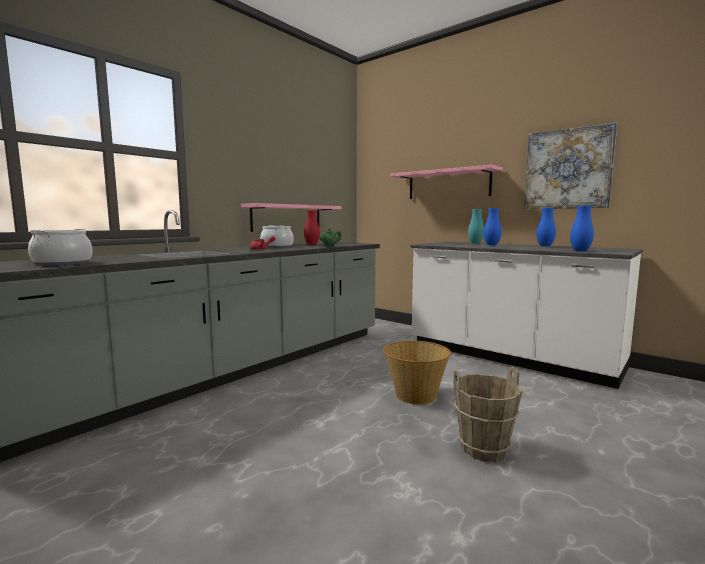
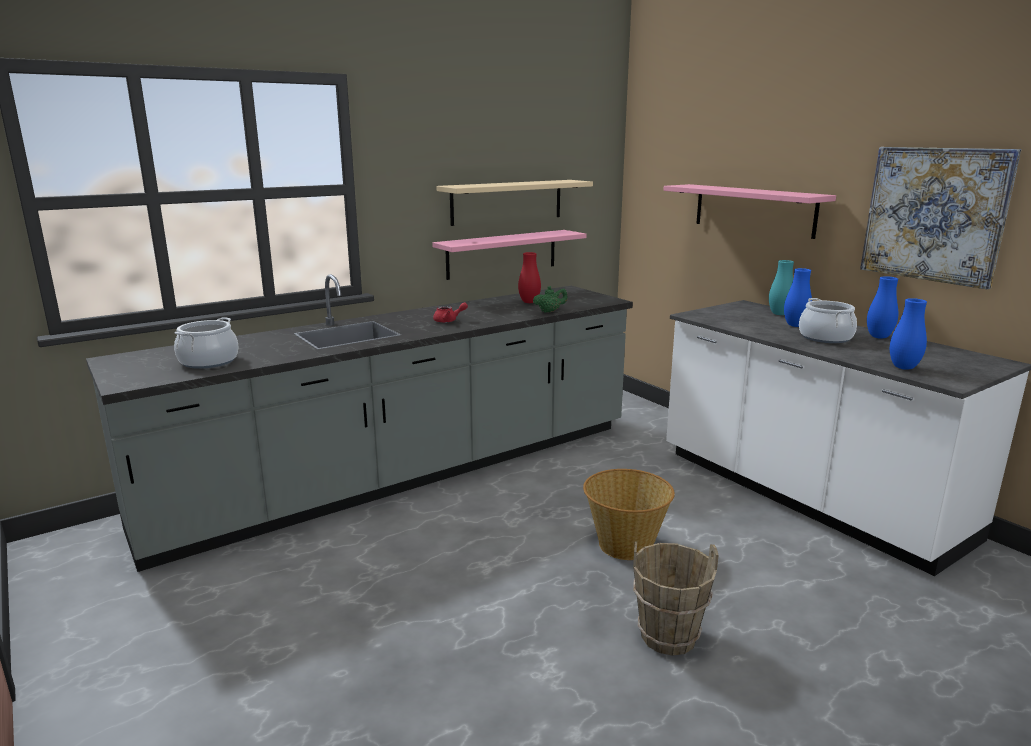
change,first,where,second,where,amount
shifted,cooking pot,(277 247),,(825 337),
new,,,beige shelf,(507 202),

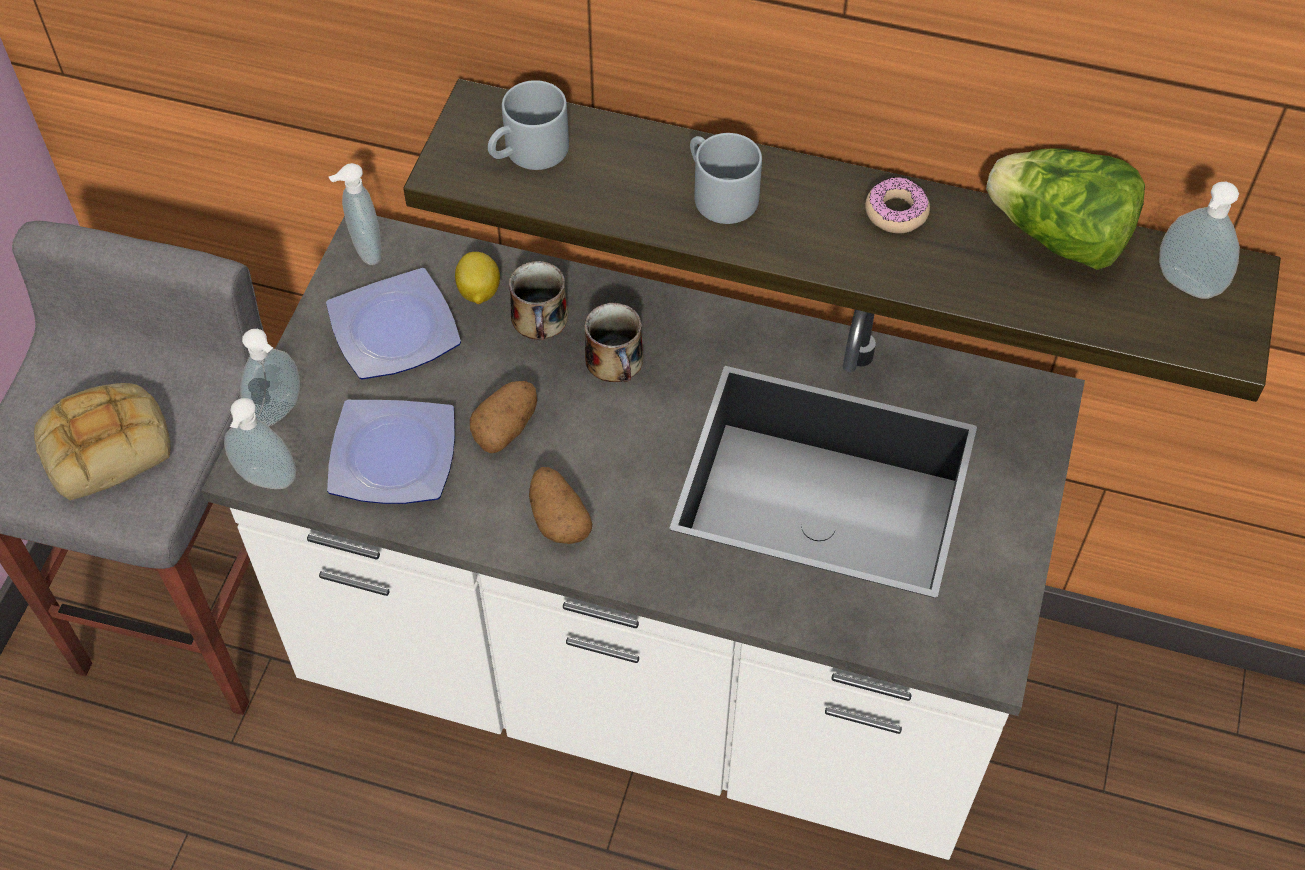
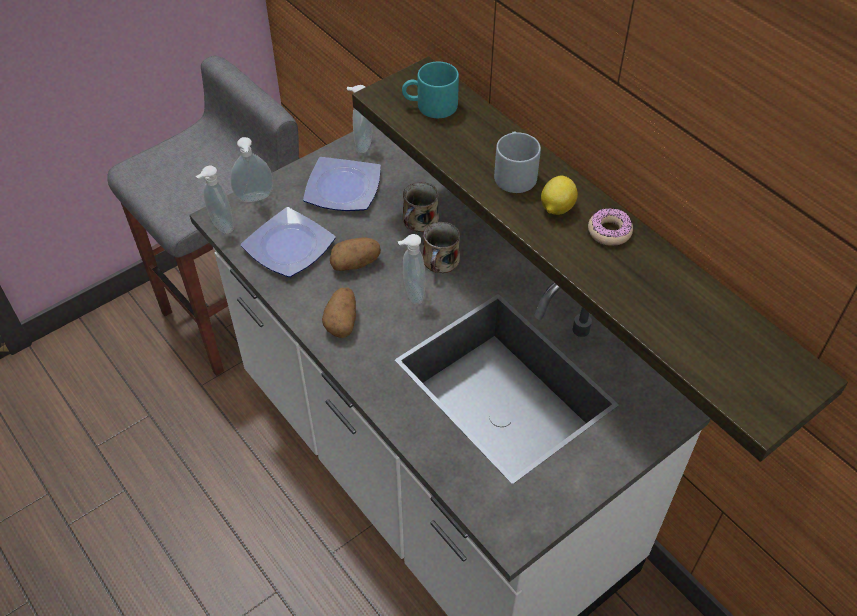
change,first,where,second,where,amount
repainted,grey mug,(528 153),turquoise mug,(430 106),
gone,lettuce,(1058 237),,,
shifted,soap dispenser,(1185 287),,(412 294),
shifted,lemon,(478 292),,(556 208),
gone,bread,(107 443),,,

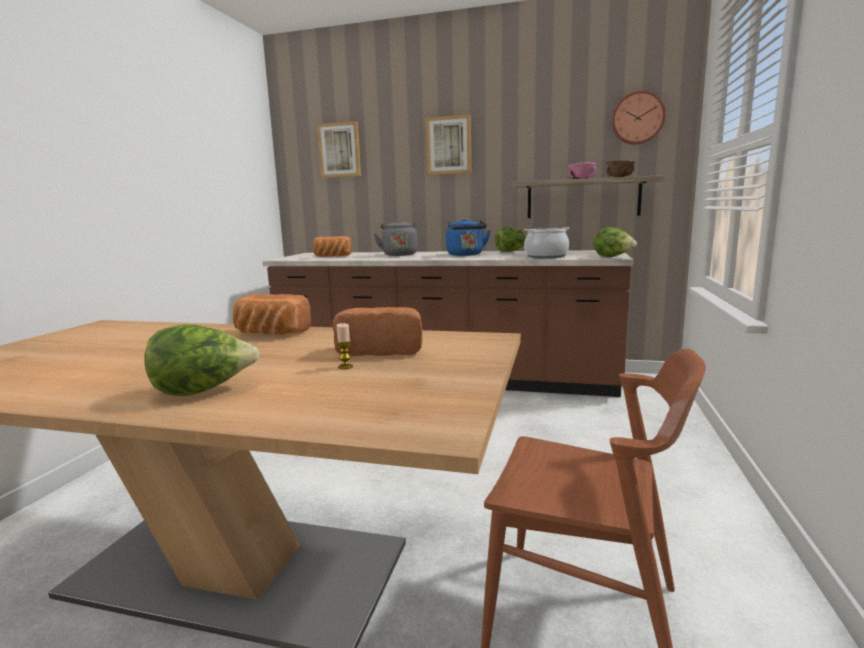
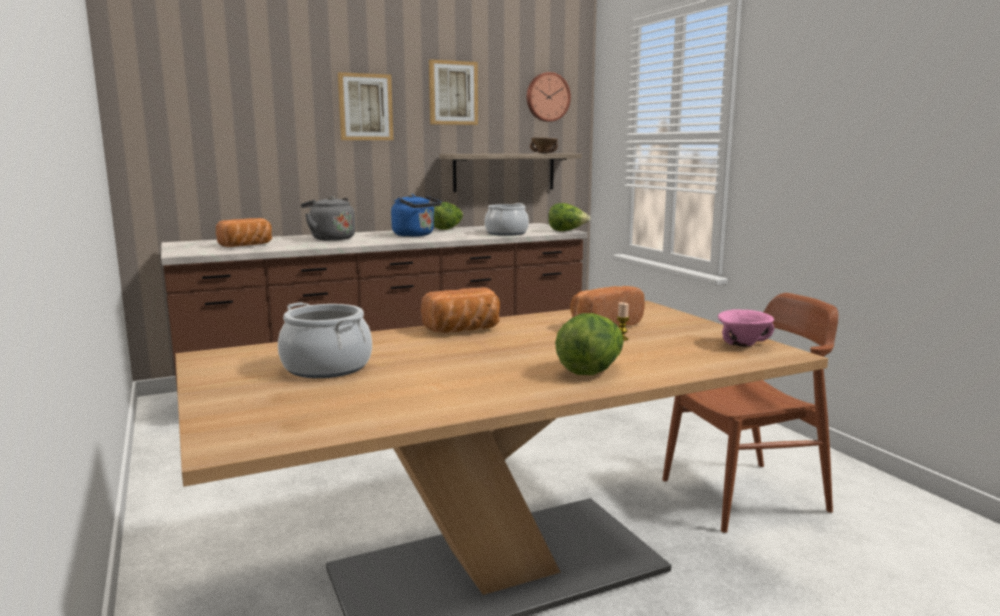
change,first,where,second,where,amount
shifted,picture,(339 150),,(453 93),
shifted,pink bowl,(582 179),,(744 344),
new,,,cooking pot,(326 367),

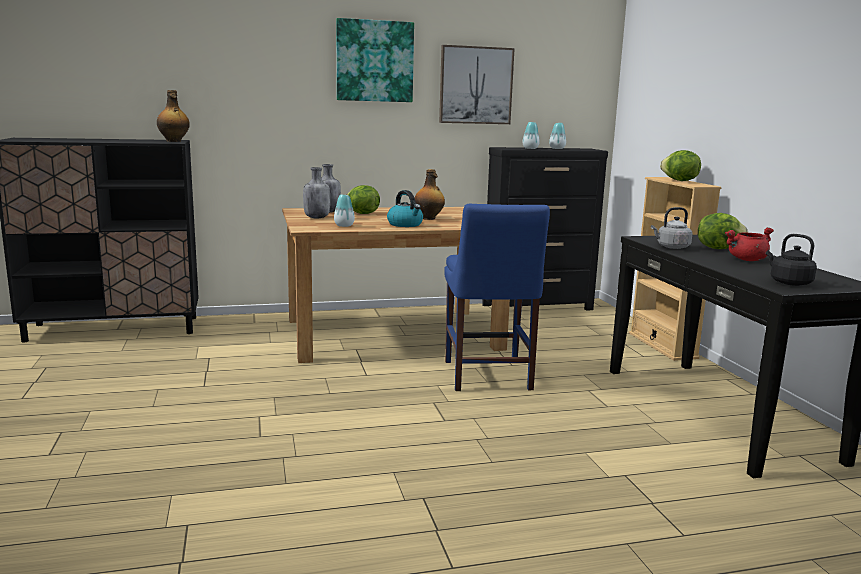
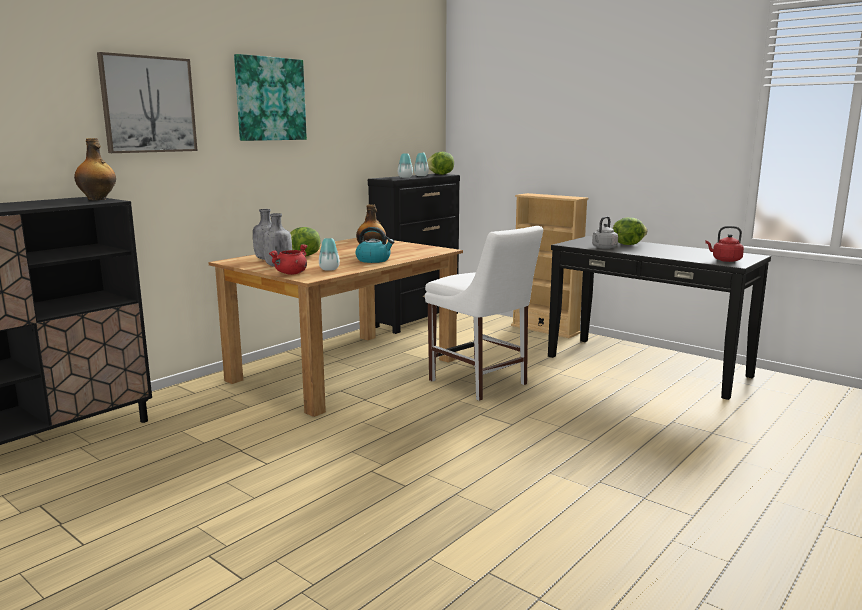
change,first,where,second,where,amount
shifted,picture,(475 85),,(148 104),
shifted,lettuce,(679 181),,(440 174),
repainted,blue chair,(487 377),white chair,(481 383),
shifted,red cooking pot,(747 260),,(291 273),
repainted,black kettle,(788 282),red kettle,(725 260),

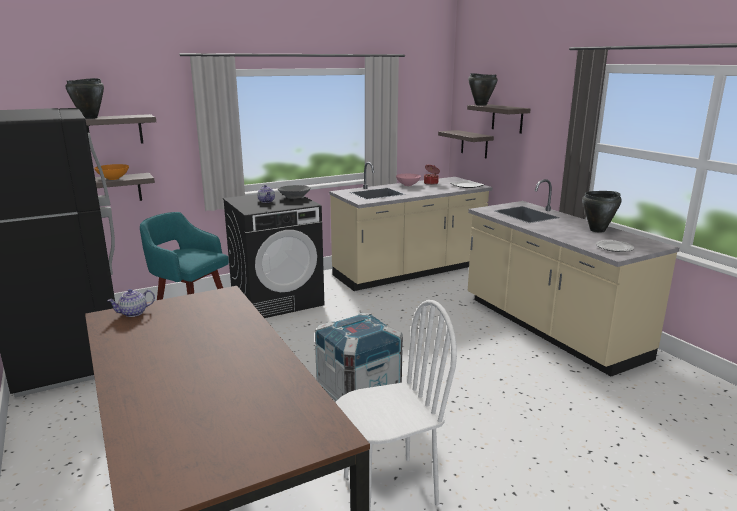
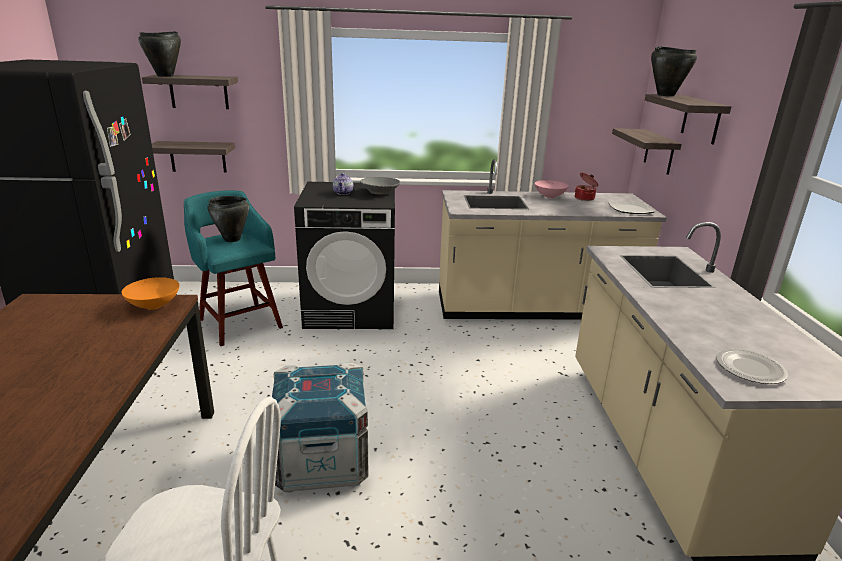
change,first,where,second,where,amount
shifted,orange bowl,(113 178),,(154 305),
shifted,black cooking pot,(597 230),,(232 239),
gone,teapot,(133 313),,,

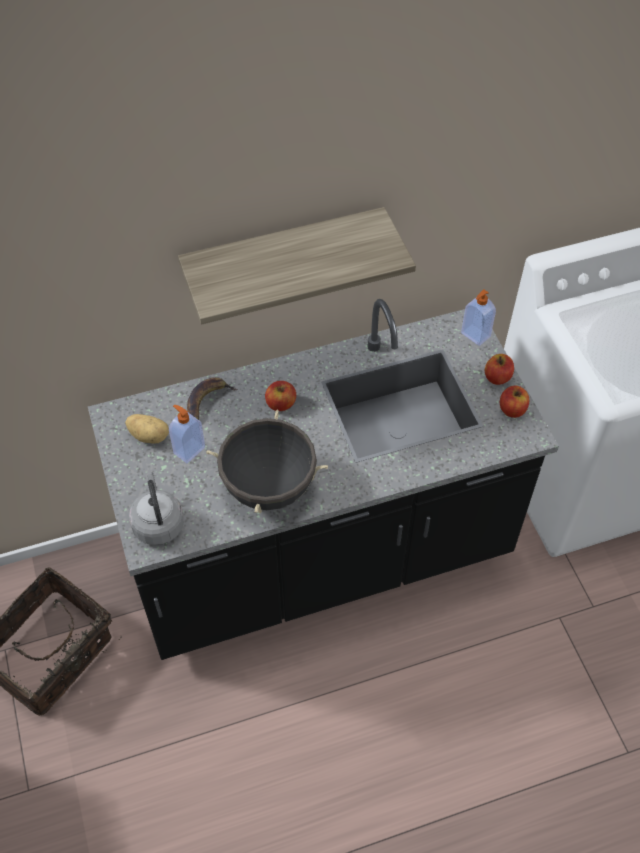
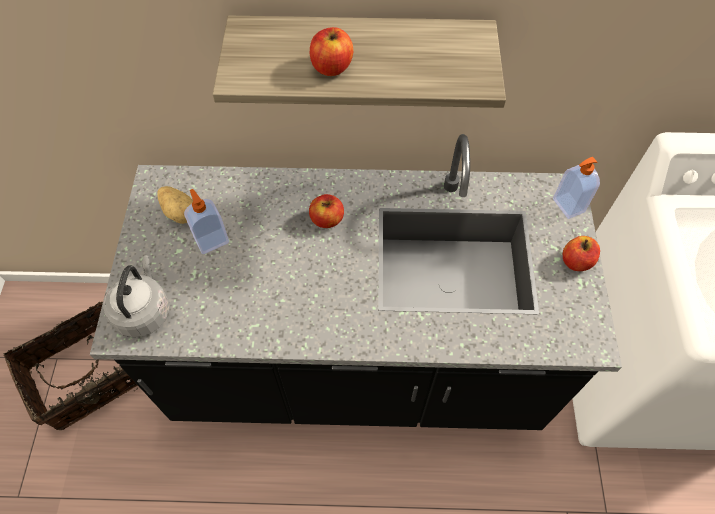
change,first,where,second,where,amount
gone,banana,(207 401),,,
shifted,apple,(512 409),,(331 67),
gone,black cooking pot,(269 487),,,

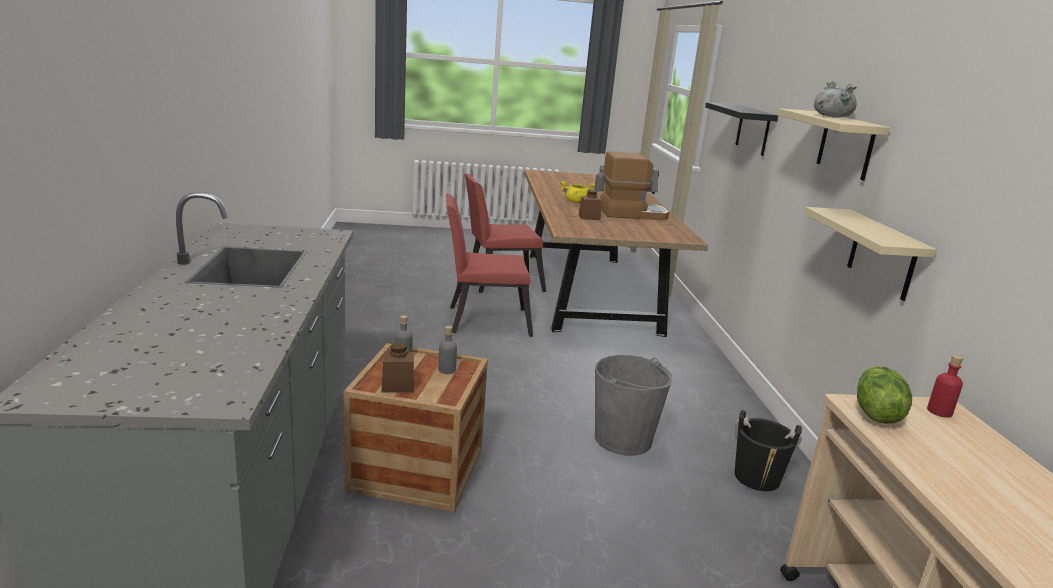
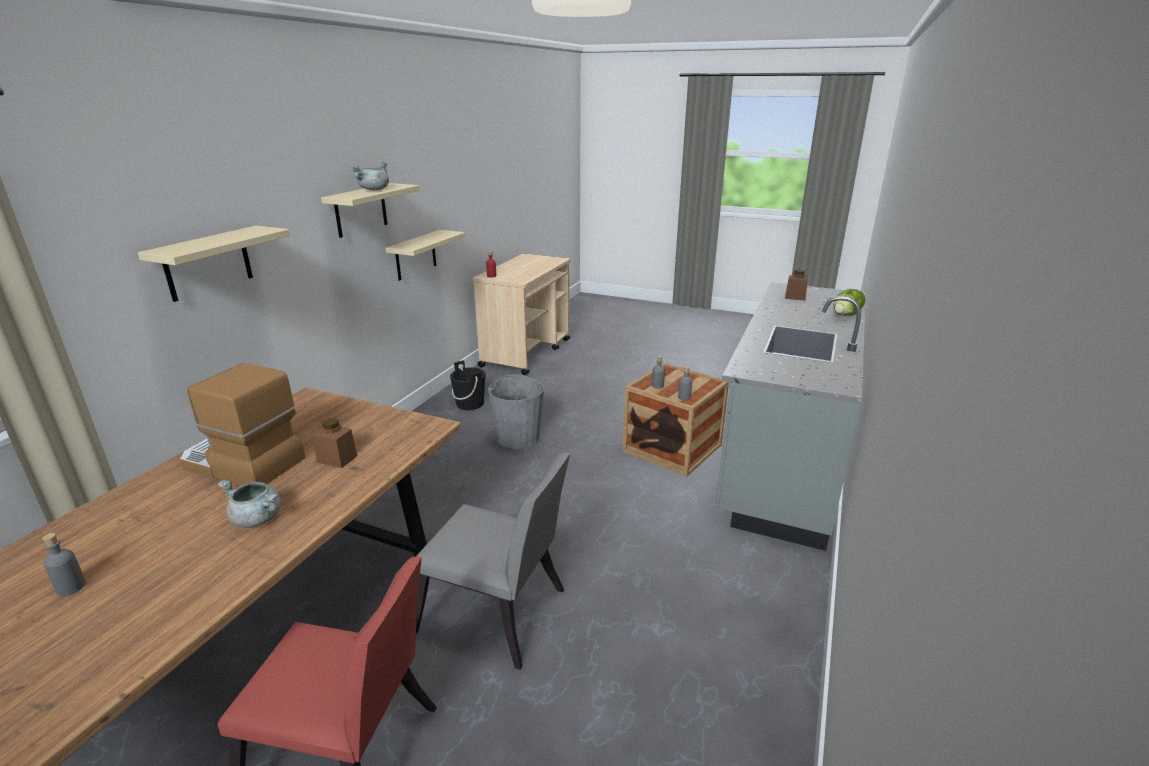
change,first,where,second,where,amount
repainted,black shelf,(753 130),beige shelf,(208 263),
repainted,yellow cooking pot,(576 202),grey cooking pot,(258 519),
repainted,red chair,(482 320),grey chair,(498 616),
shifted,brown jar,(398 386),,(795 297),
shifted,lettuce,(875 413),,(846 315),

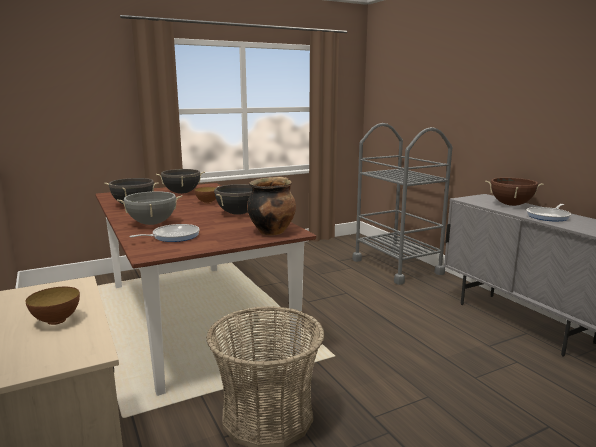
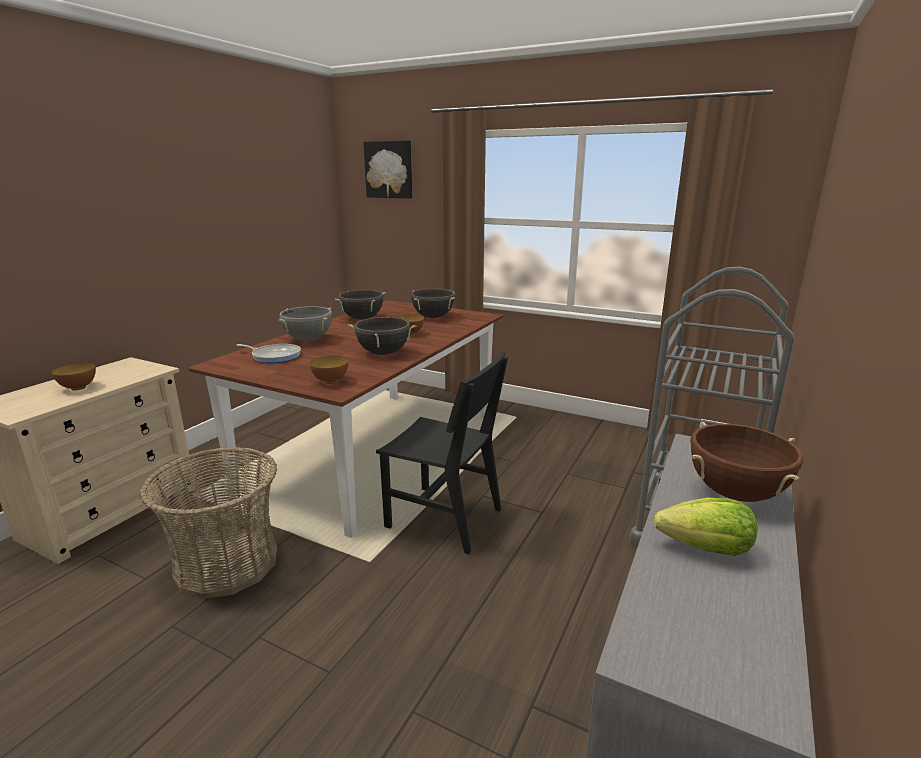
change,first,where,second,where,amount
swapped,cooking pot,(272 231),bowl,(330 381),
swapped,frying pan,(549 216),lettuce,(706 549),
new,,,picture,(389 170),
new,,,black chair,(444 518),

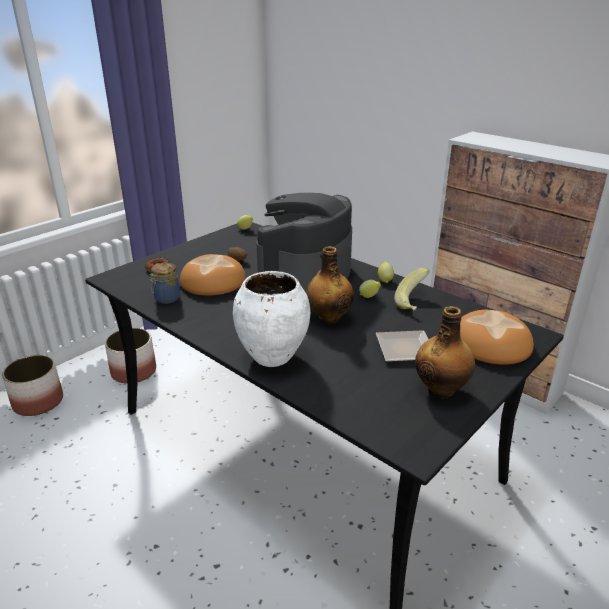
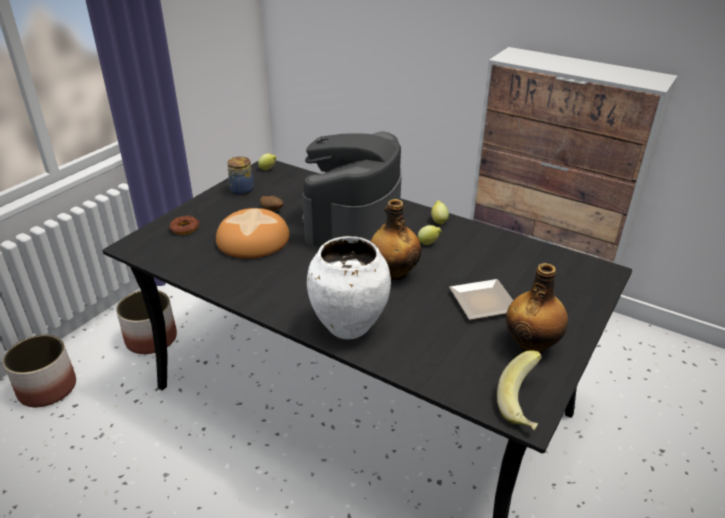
change,first,where,second,where,amount
shifted,jar,(166 299),,(241 190),
shifted,banana,(414 303),,(524 405),
gone,bread,(492 344),,,

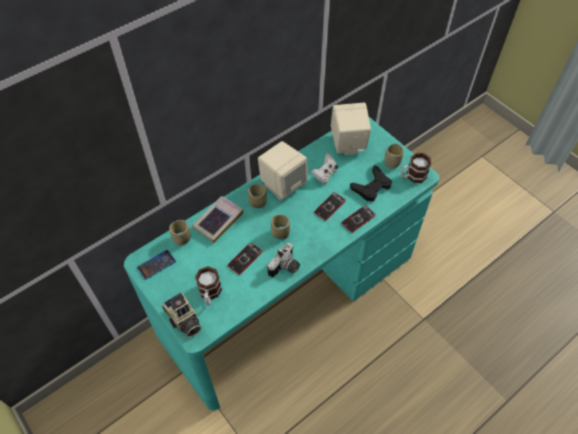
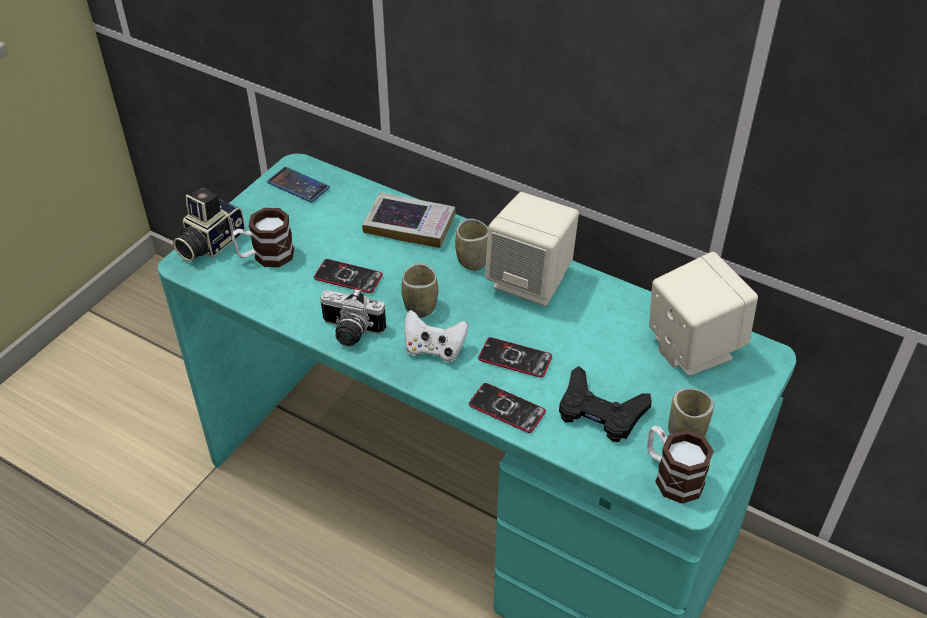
change,first,where,second,where,amount
shifted,white game controller,(325 174),,(434 349),
gone,cup,(182 239),,,

